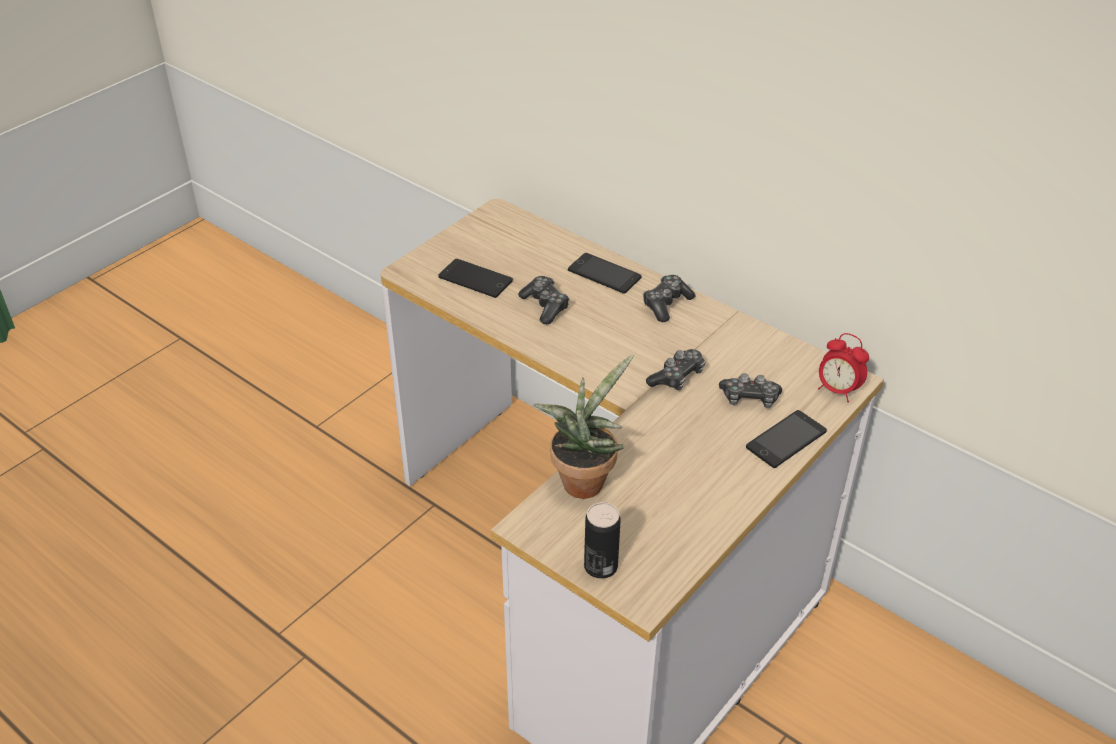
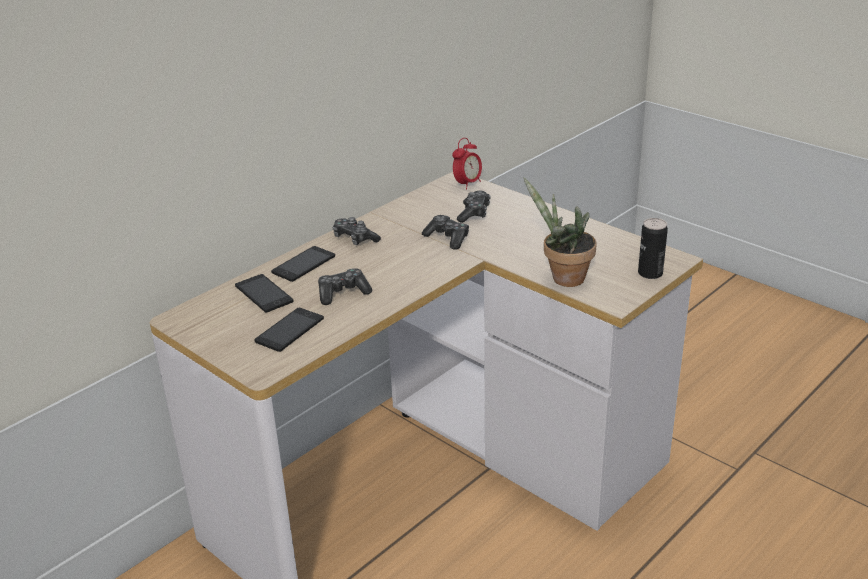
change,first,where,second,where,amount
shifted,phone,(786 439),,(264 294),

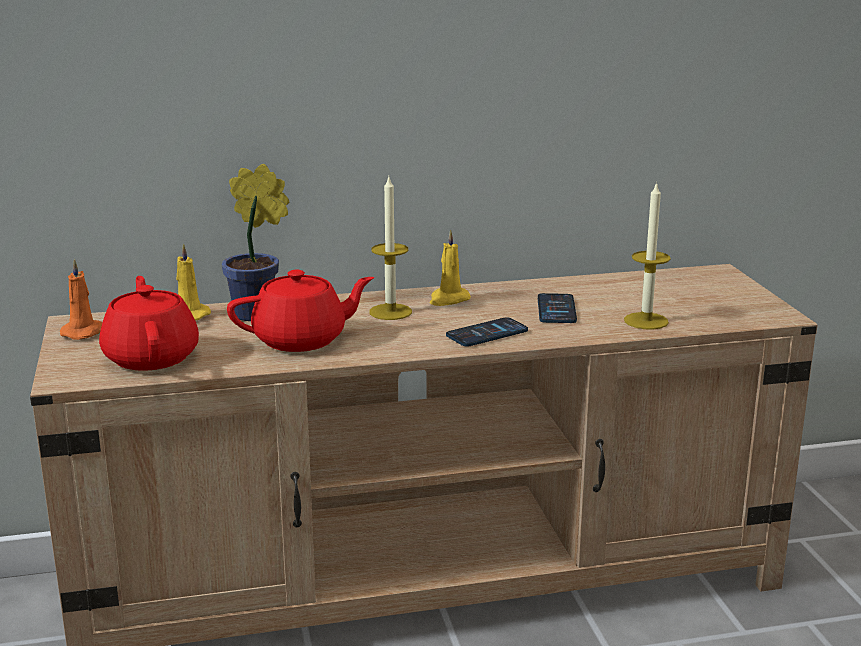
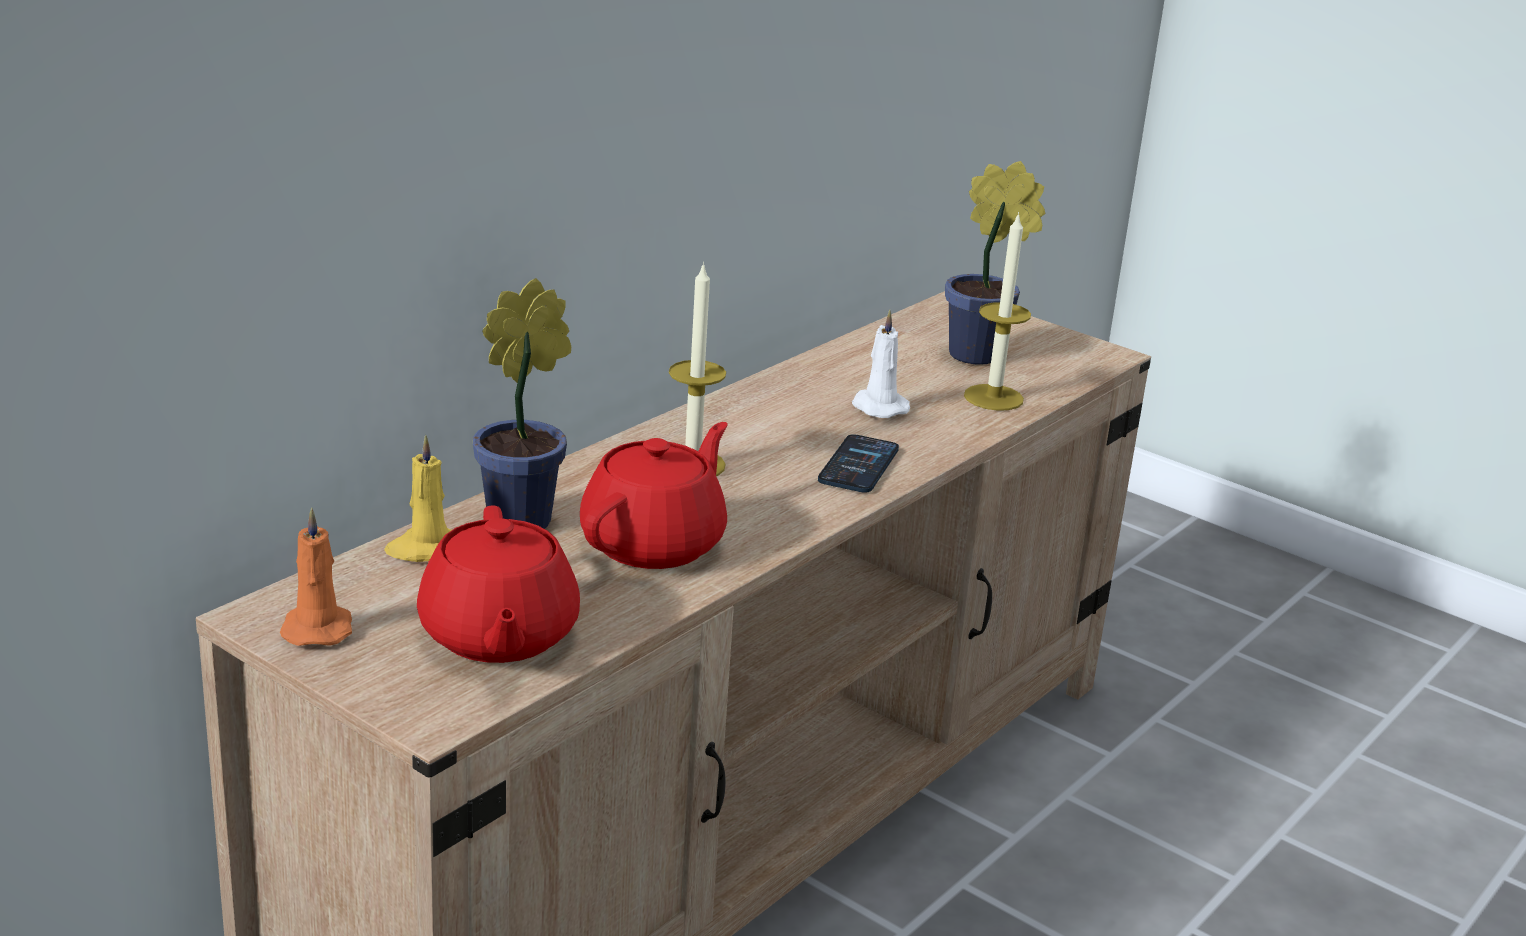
change,first,where,second,where,amount
gone,yellow candle,(448 300),,,
rotated,red teapot,(151 357),,(498 636),135 degrees counterclockwise
swapped,phone,(556 310),white candle,(877 407),
new,,,potted plant,(981 356),

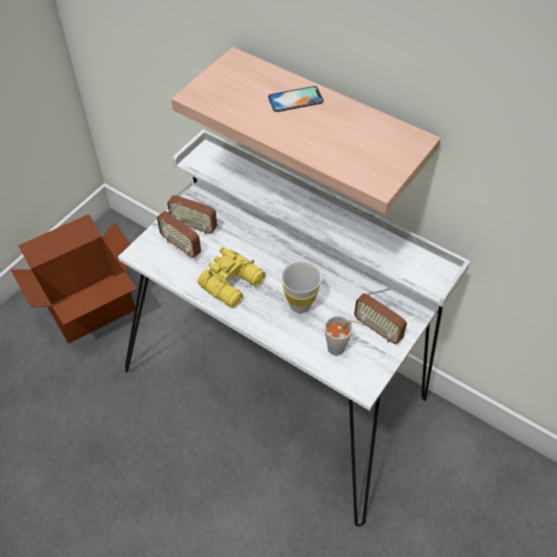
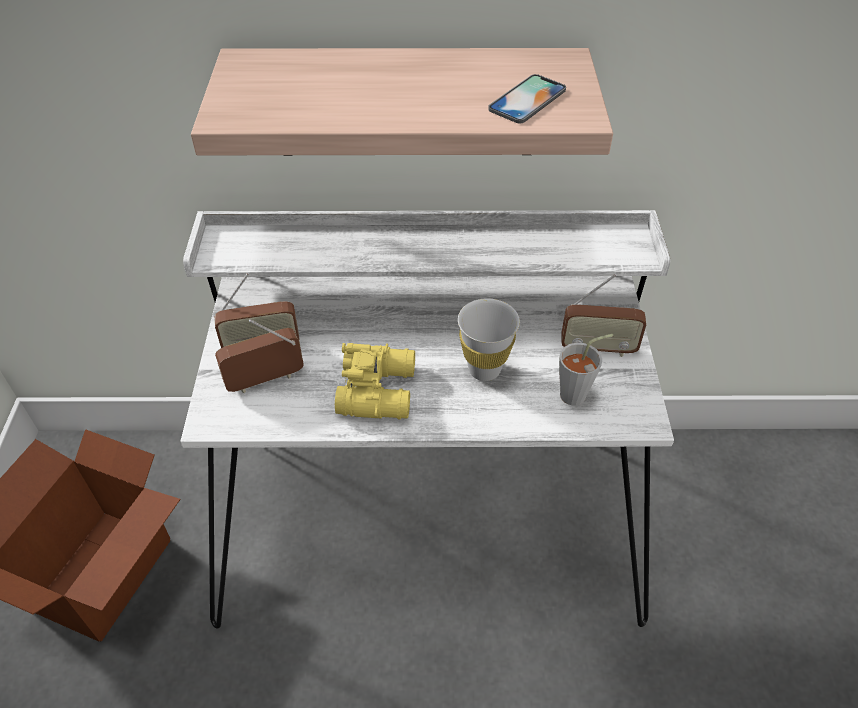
change,first,where,second,where,amount
shifted,phone,(295 99),,(527 99),
rotated,radio,(181 246),,(265 380),150 degrees clockwise

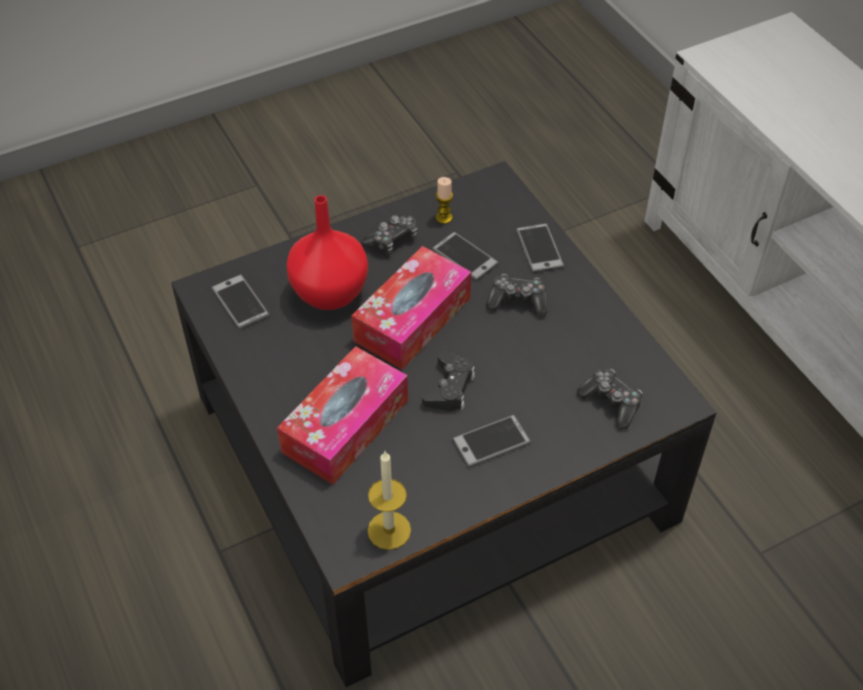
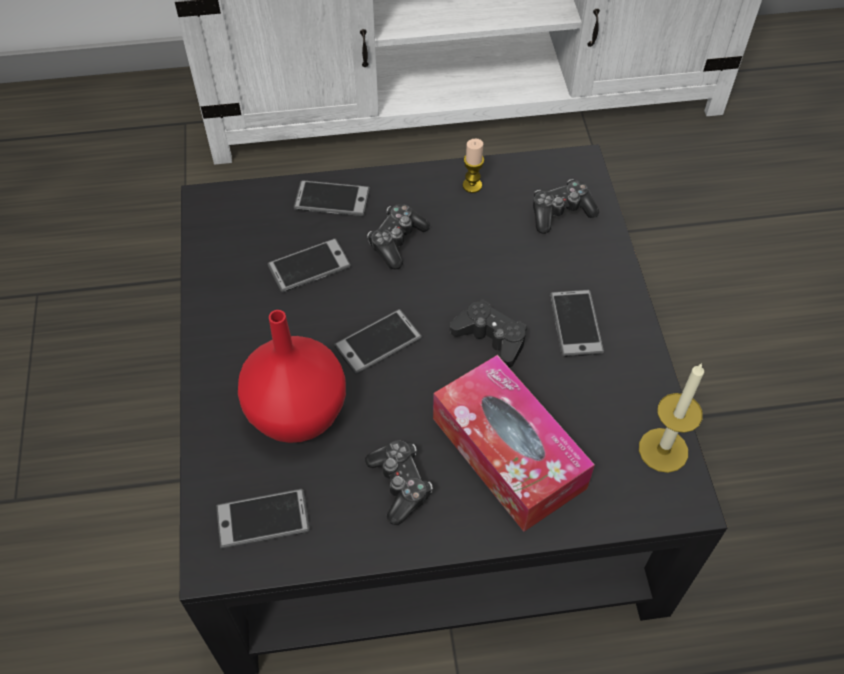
change,first,where,second,where,amount
shifted,candle,(444 218),,(472 185),
shifted,game controller,(392 240),,(400 484),
swapped,tissue box,(412 319),phone,(378 342),

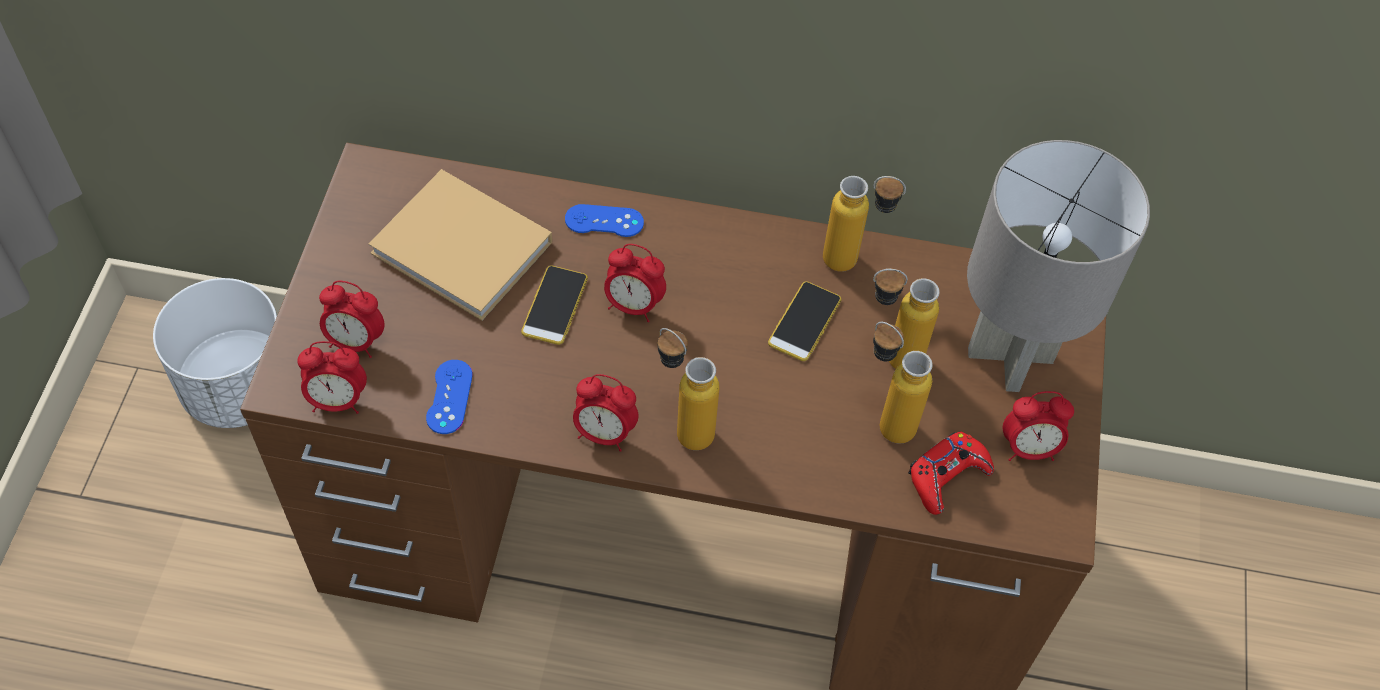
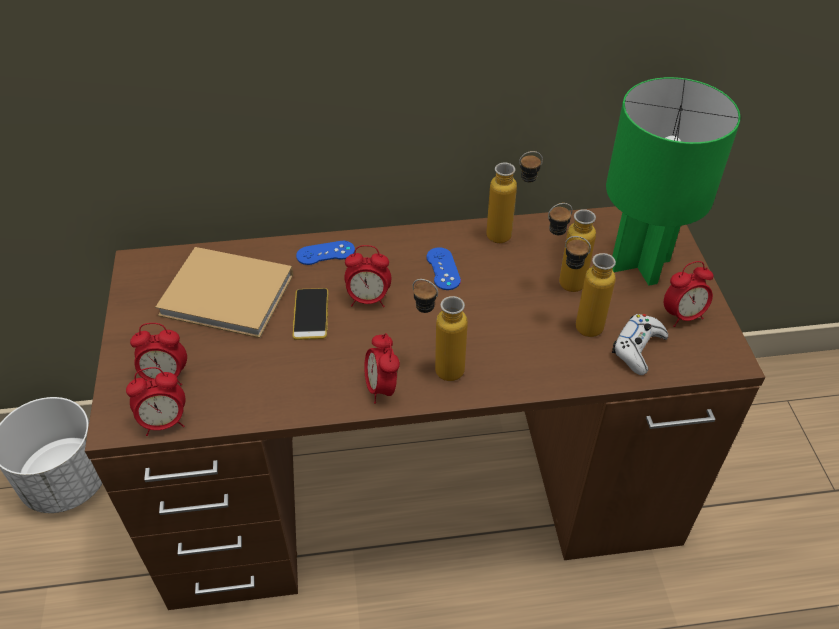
change,first,where,second,where,amount
repainted,grey table lamp,(1009 354),green table lamp,(638 263),
gone,phone,(804 322),,,
shifted,blue game controller,(449 397),,(443 269),
rotated,alarm clock,(604 433),,(382 388),75 degrees clockwise
repainted,red game controller,(947 476),white game controller,(638 348),

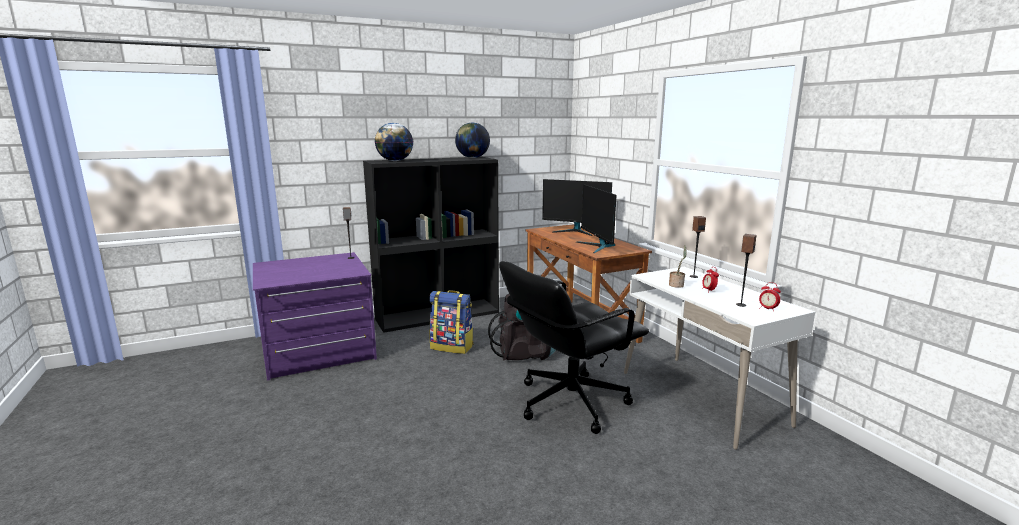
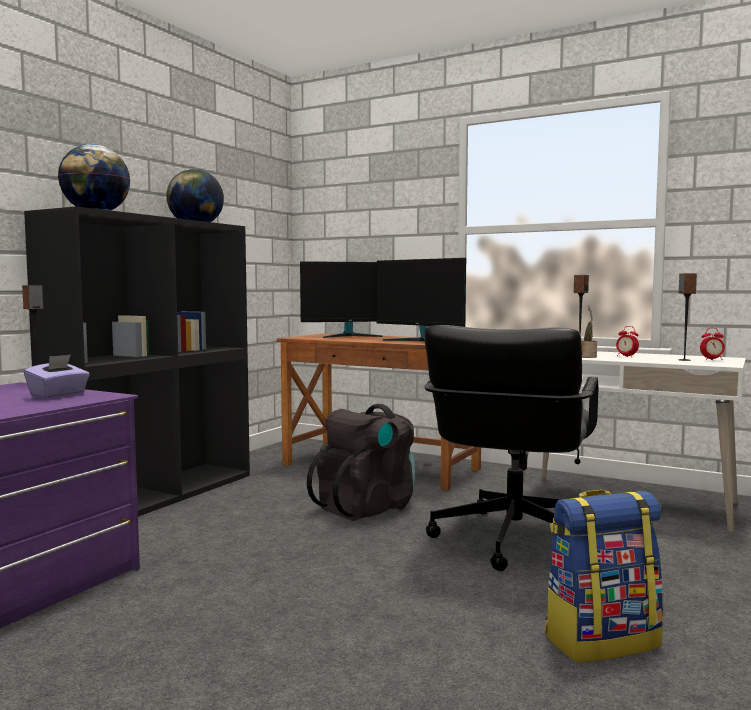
change,first,where,second,where,amount
shifted,backpack,(452 347),,(601 640),
new,,,purple tissue box,(58 395),

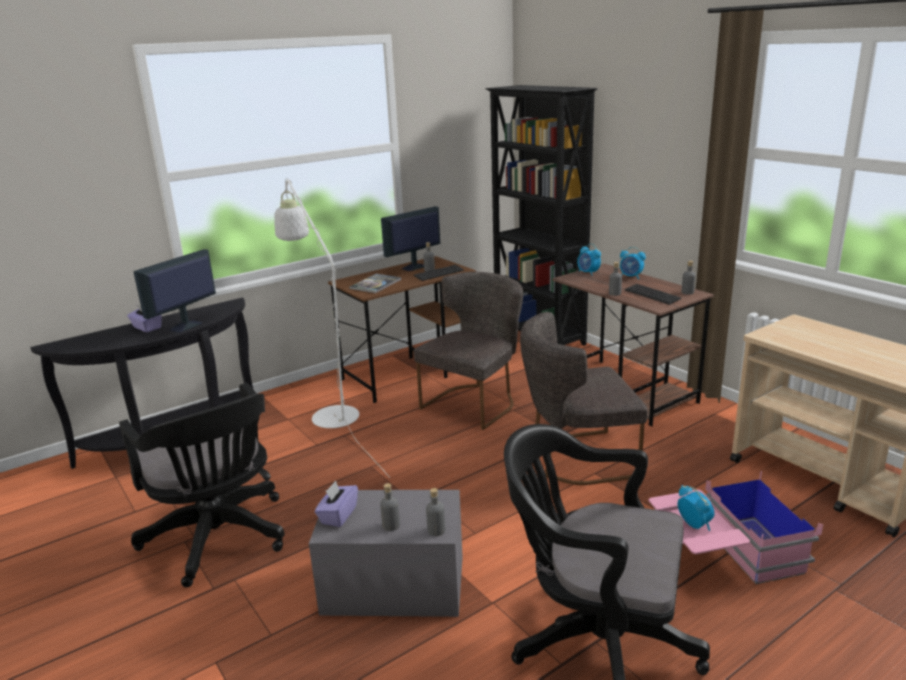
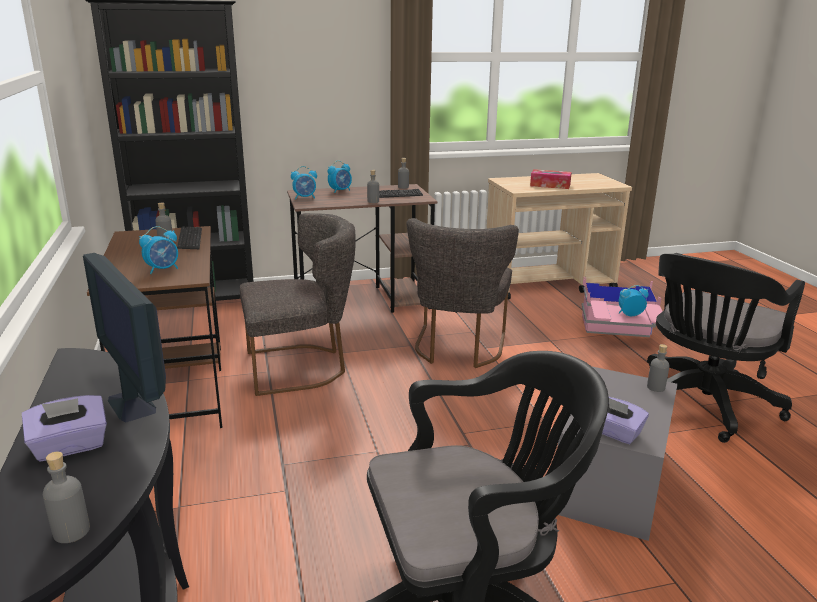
change,first,where,second,where,amount
gone,white floor lamp,(330 411),,,
gone,monitor,(413 267),,,
rotated,grey chair,(475 402),,(301 367),105 degrees clockwise
swapped,book,(375 284),alarm clock,(163 269),
shifted,grey bottle,(391 525),,(71 531),
new,,,tissue box,(550 185),

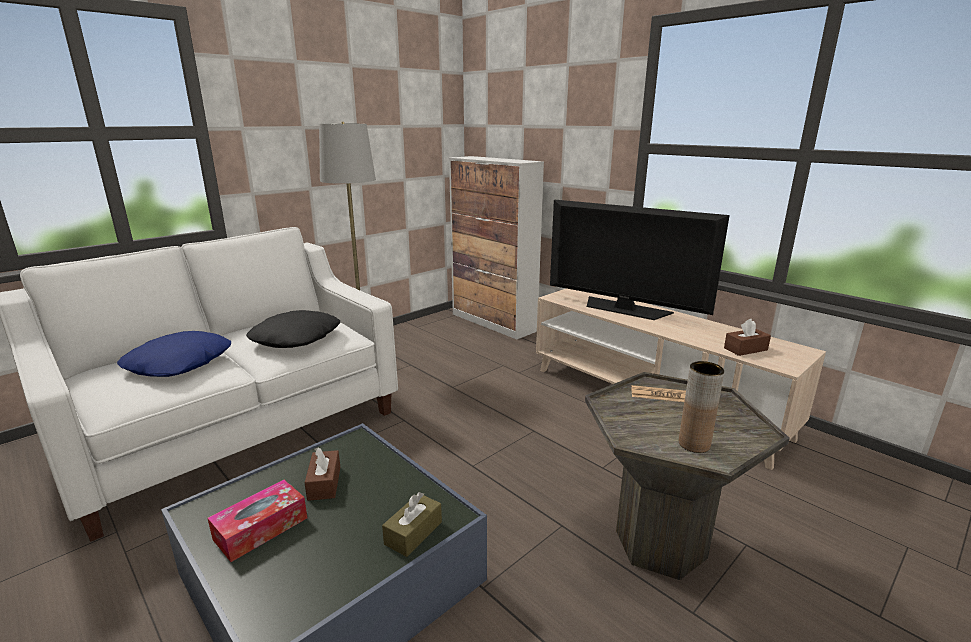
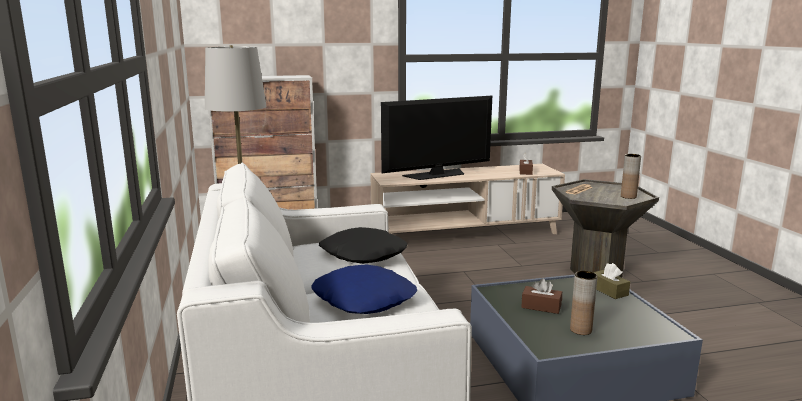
change,first,where,second,where,amount
swapped,tissue box,(261 528),brown vase,(580 330),

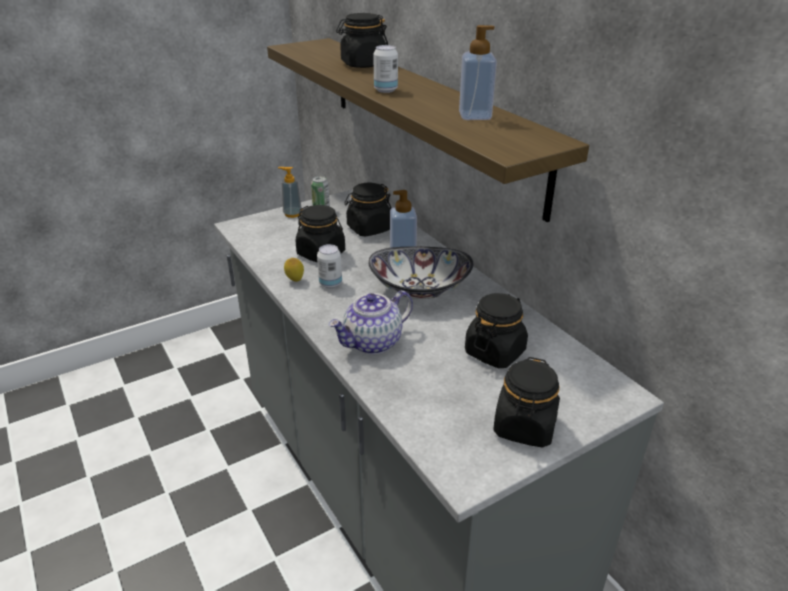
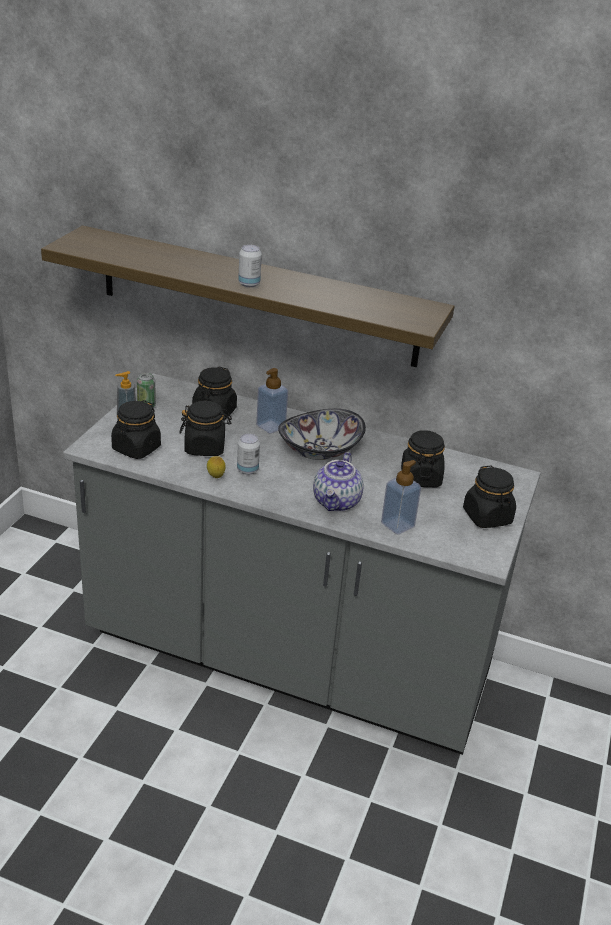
change,first,where,second,where,amount
shifted,black jar,(363 64),,(136 448),
shifted,soap dispenser,(475 116),,(397 525),

